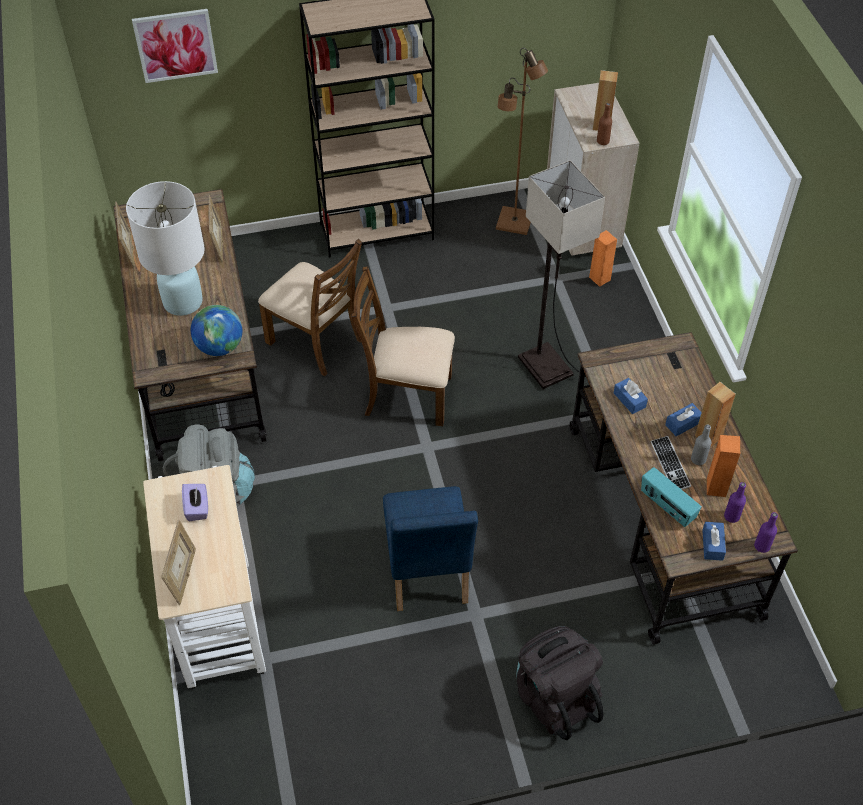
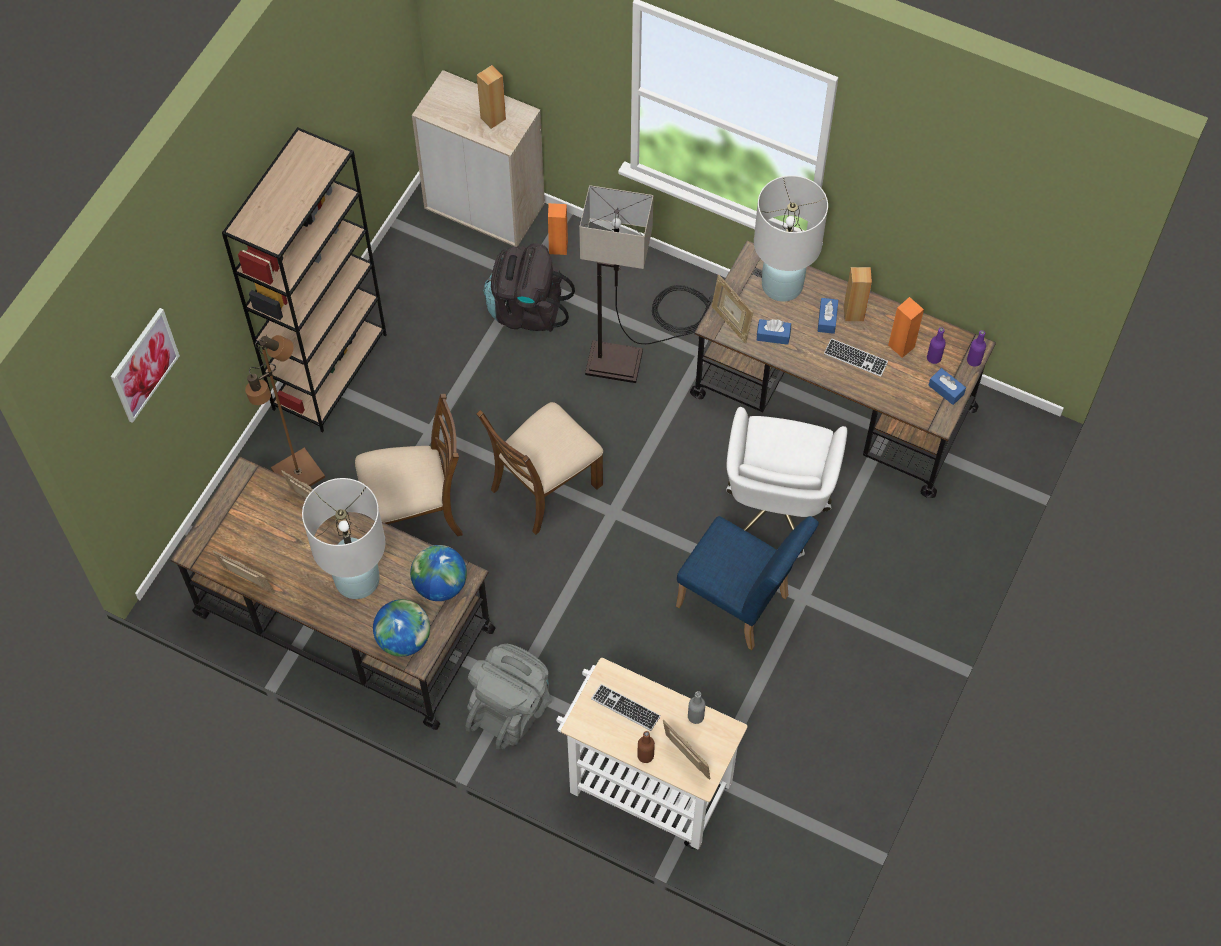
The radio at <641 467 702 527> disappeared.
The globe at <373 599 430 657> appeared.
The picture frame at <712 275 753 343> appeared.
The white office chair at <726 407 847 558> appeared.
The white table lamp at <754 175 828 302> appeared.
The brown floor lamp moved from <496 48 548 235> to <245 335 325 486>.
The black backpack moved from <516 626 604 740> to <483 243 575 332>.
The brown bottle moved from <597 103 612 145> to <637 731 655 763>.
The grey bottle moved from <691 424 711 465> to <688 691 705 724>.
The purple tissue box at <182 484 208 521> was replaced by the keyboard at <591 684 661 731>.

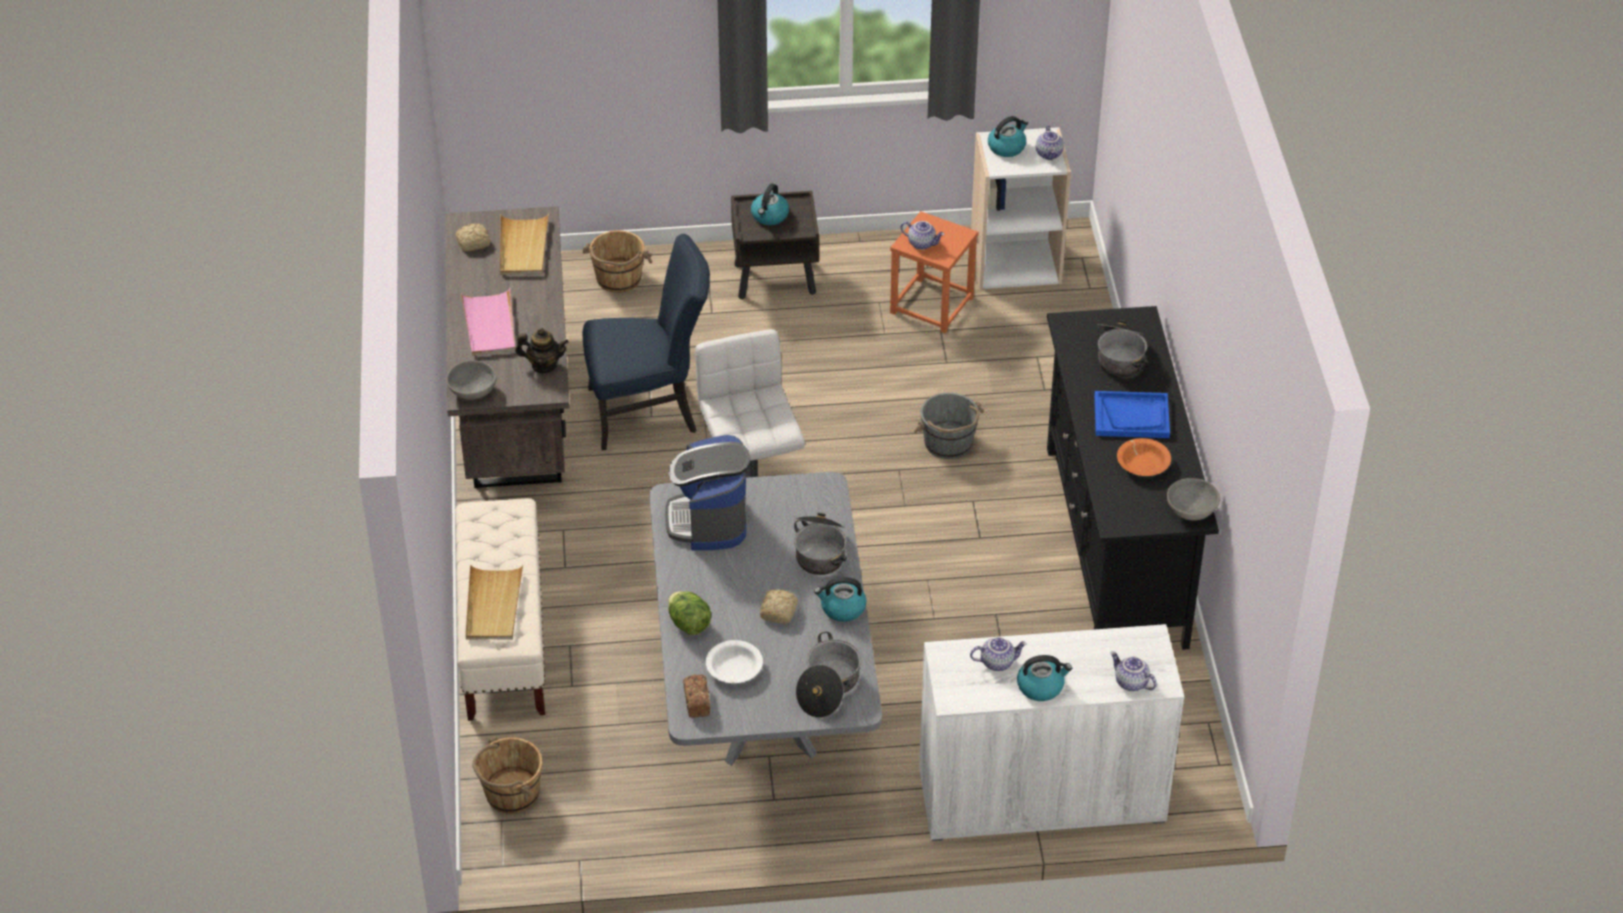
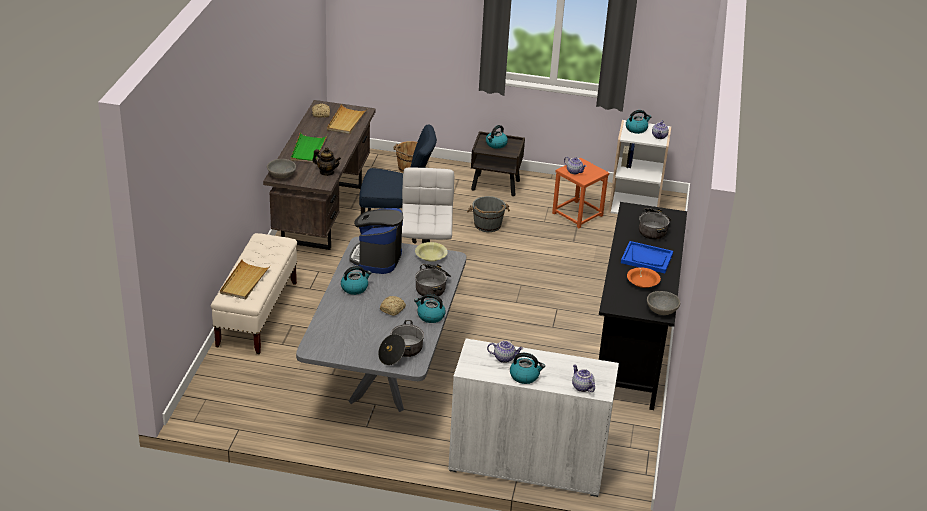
The brown bucket at <472 737 542 813> disappeared.
The lettuce at <668 592 711 635> disappeared.
The bread at <683 674 710 717> disappeared.
The white bowl at <706 640 763 683> disappeared.
The kettle at <341 266 371 295> appeared.
The yellow bowl at <415 242 448 262> appeared.
The grey bucket moved from <914 393 984 459> to <467 196 510 232>.
The pink tray at <461 288 515 356> became the green tray at <291 132 328 163>.

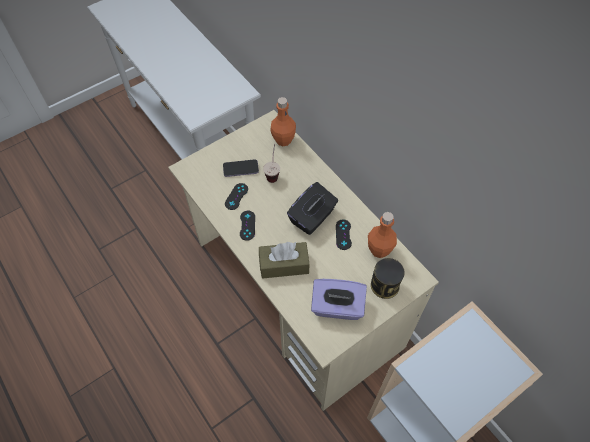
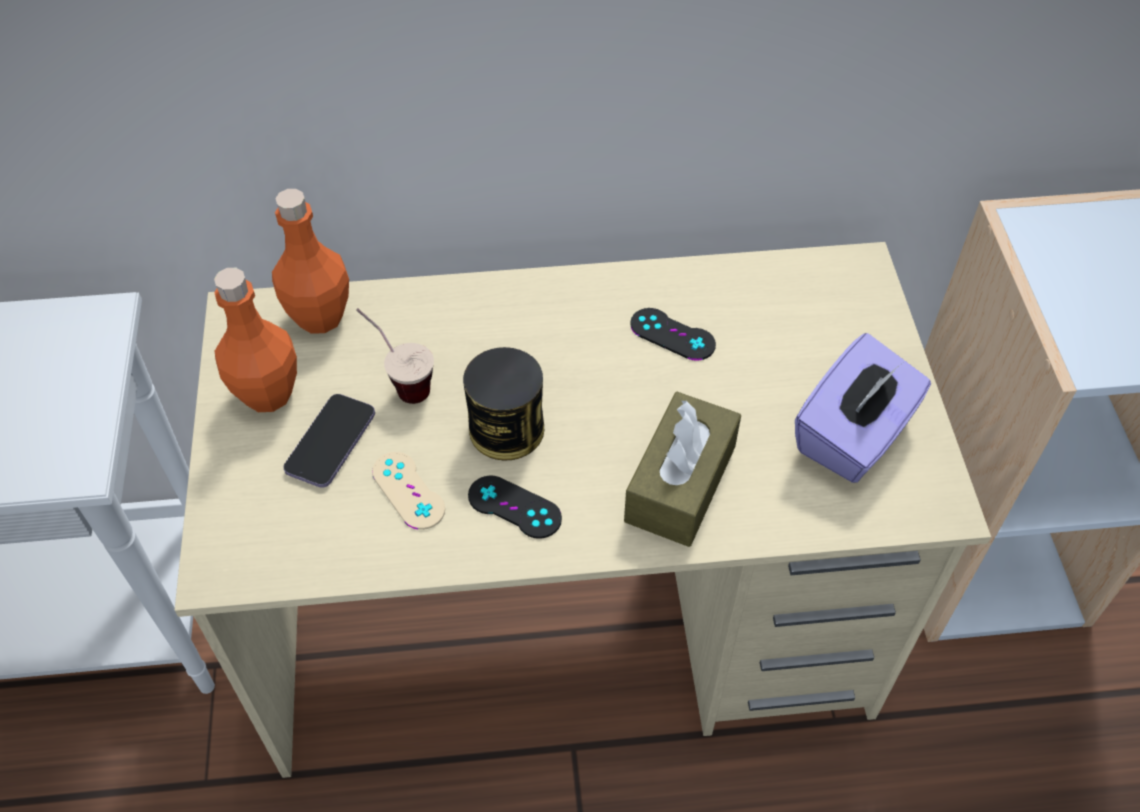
The black tissue box at <287 182 338 235> disappeared.
The orange bottle moved from <368 212 397 258> to <214 268 297 412>.
The can moved from <371 258 405 299> to <463 347 544 461>.
The black game controller at <225 183 248 210> became the beige game controller at <372 452 445 530>.

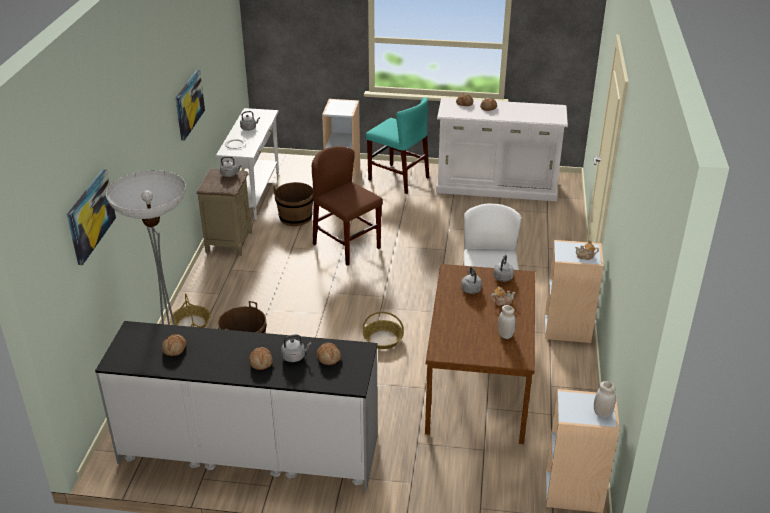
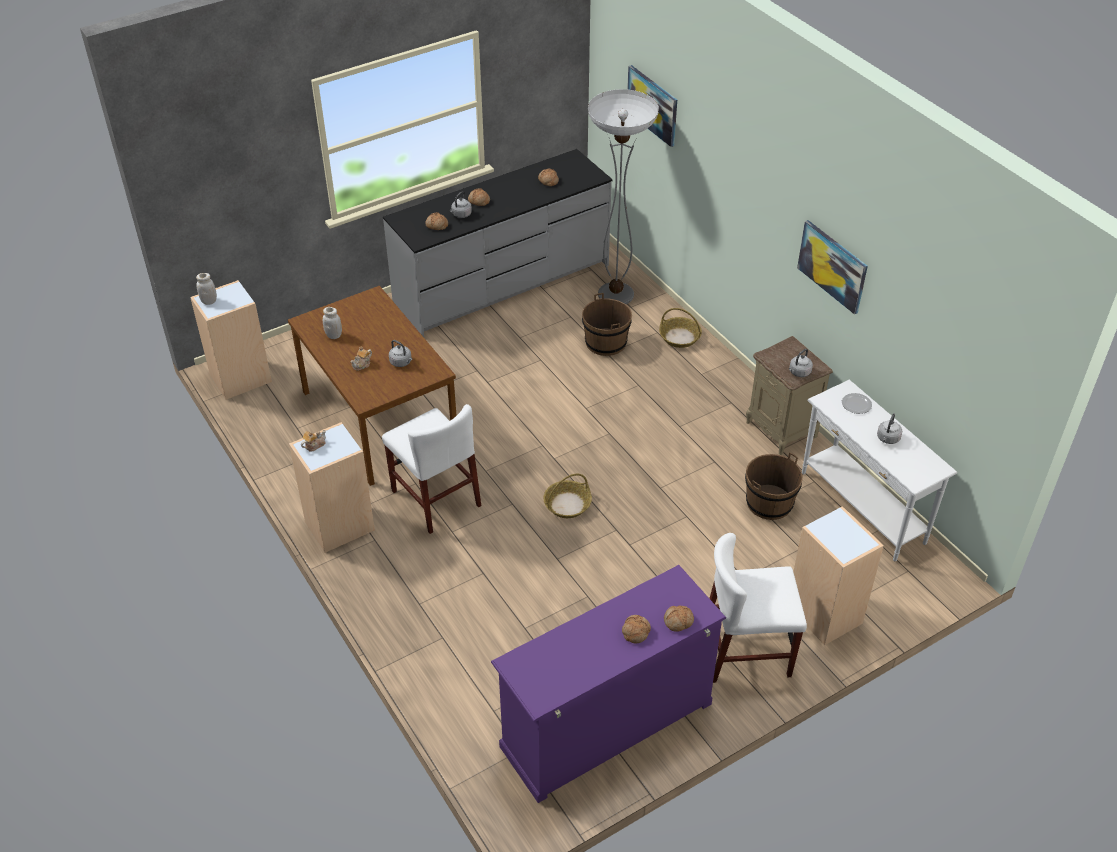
The brown chair at <312 146 383 266> disappeared.
The grey kettle at <493 255 514 282> disappeared.
The basket moved from <363 312 404 349> to <543 473 592 518>.
The turquoise chair at <366 97 429 194> became the white chair at <709 533 807 683>.
The white cabinet at <436 98 568 201> became the purple cabinet at <491 565 726 803>.

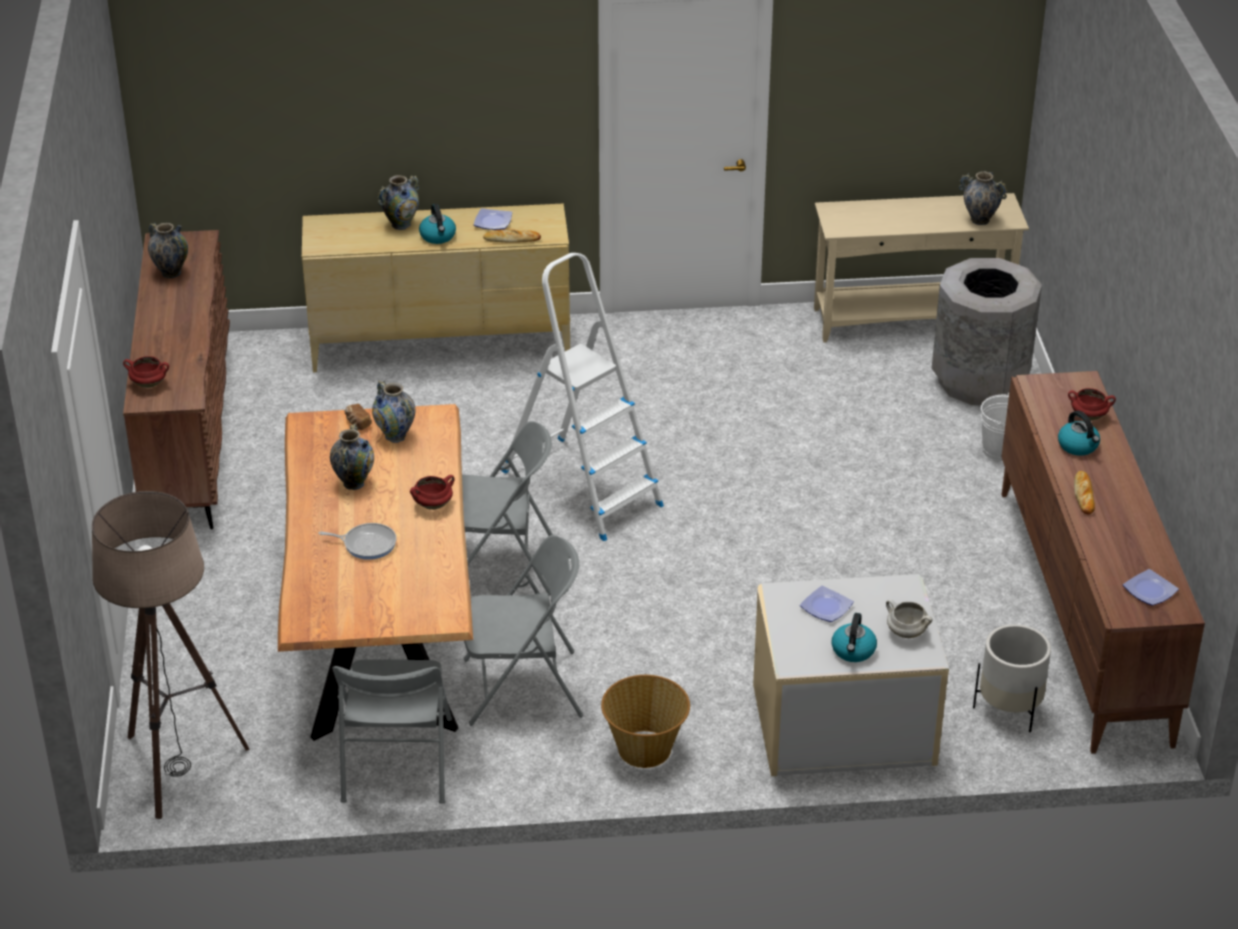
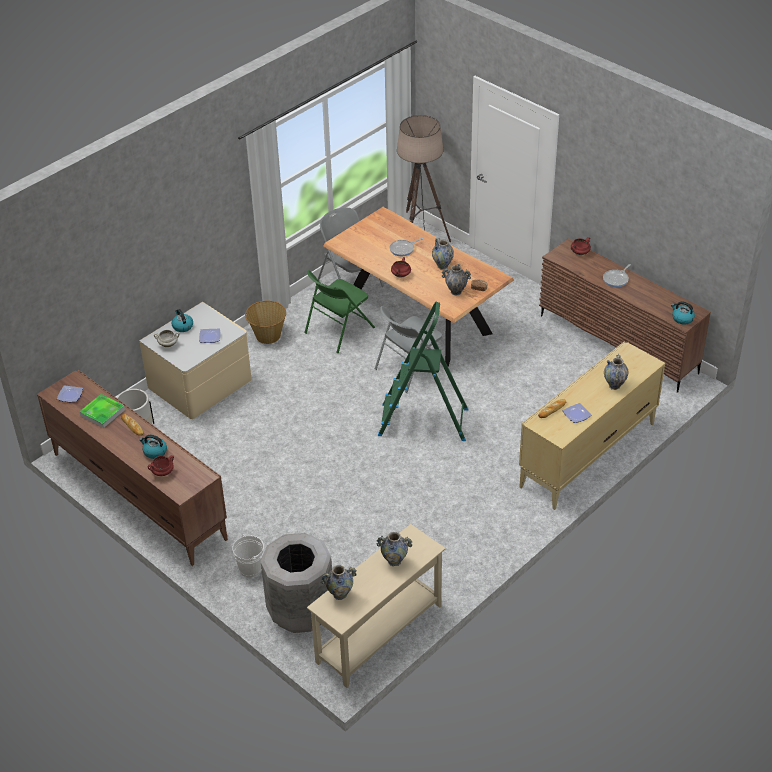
The tray at <79 394 125 428> appeared.
The frying pan at <603 264 630 287> appeared.
The vase moved from <148 222 188 278> to <377 532 412 566>.
The kettle moved from <419 204 456 244> to <671 301 695 325>.
The grey chair at <464 535 583 726> became the green chair at <304 270 375 354>.
The white step ladder at <501 253 664 541> became the green step ladder at <378 302 469 441>.

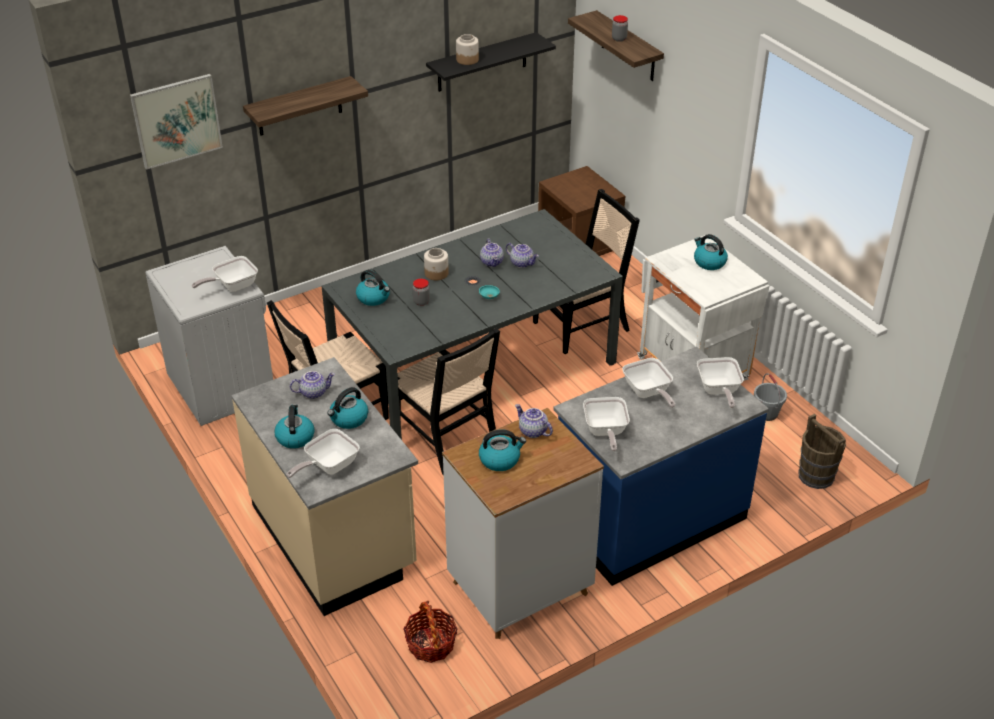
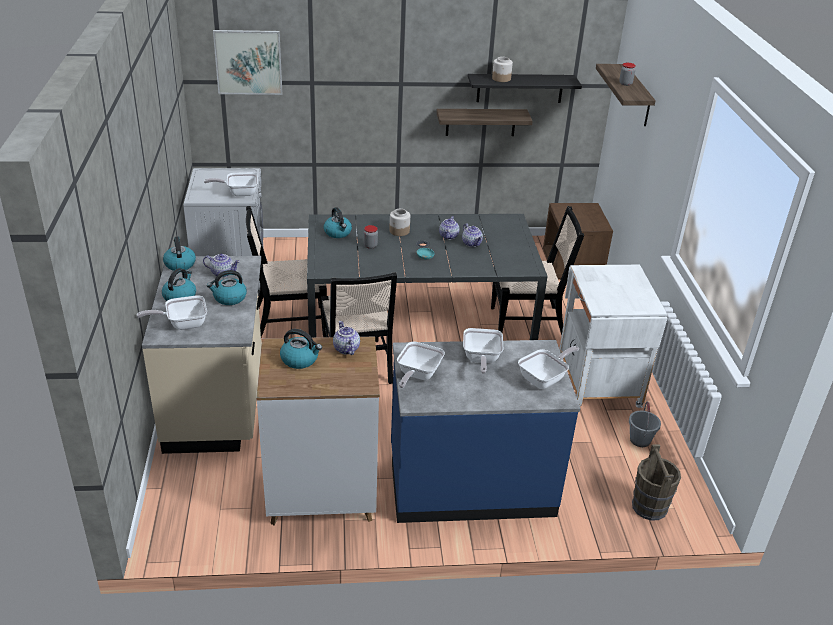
The basket at <403 601 458 663> disappeared.
The shelf moved from <243 76 368 136> to <436 109 533 136>.
The kettle moved from <694 234 728 270> to <163 237 196 271>.
The frying pan at <697 357 744 408> turned 150 degrees counterclockwise.

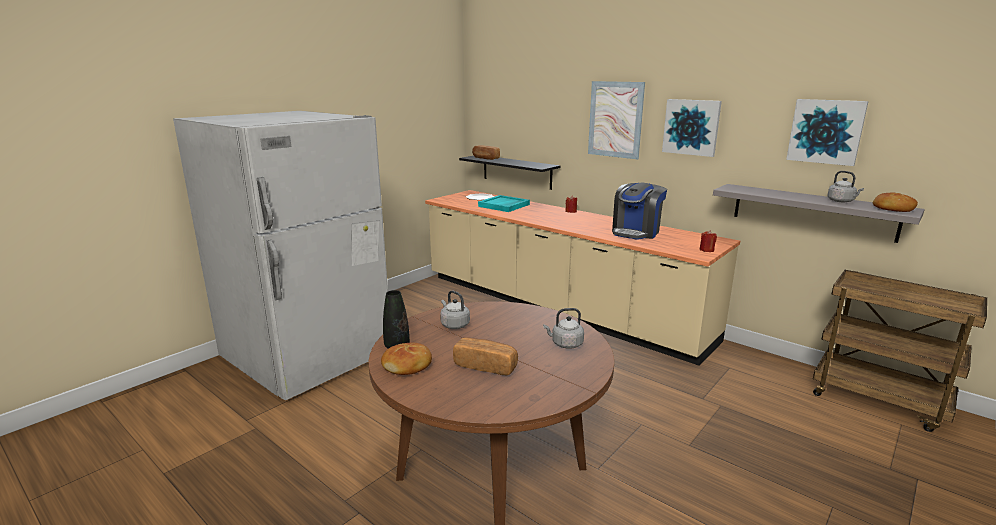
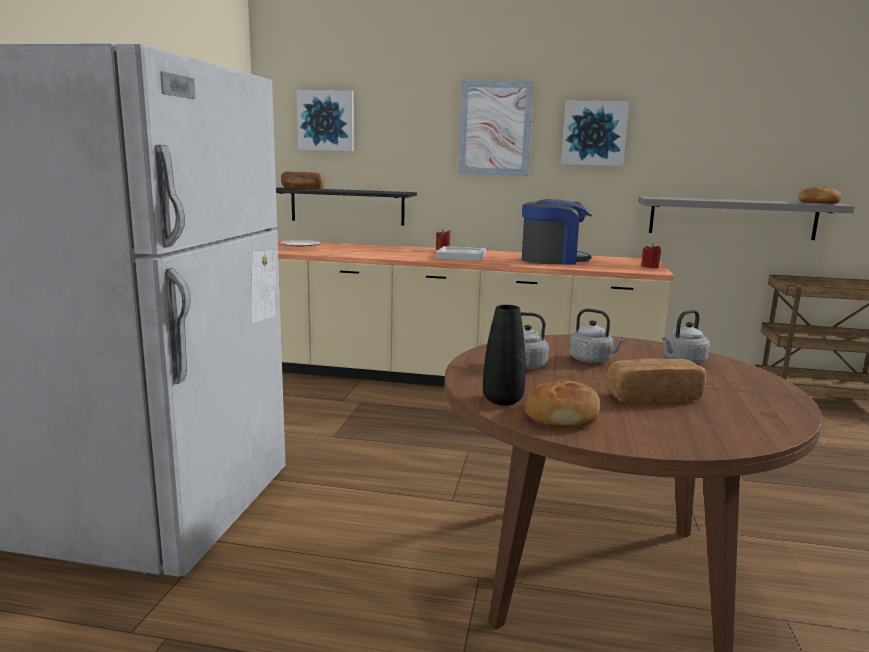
The turquoise tray at <478 195 530 212> disappeared.
The white tray at <436 246 486 261> appeared.
The picture moved from <786 99 869 166> to <297 90 354 151>.
The grey kettle moved from <828 171 864 202> to <569 309 626 363>.
The coffee machine at <612 183 667 240> turned 105 degrees counterclockwise.

